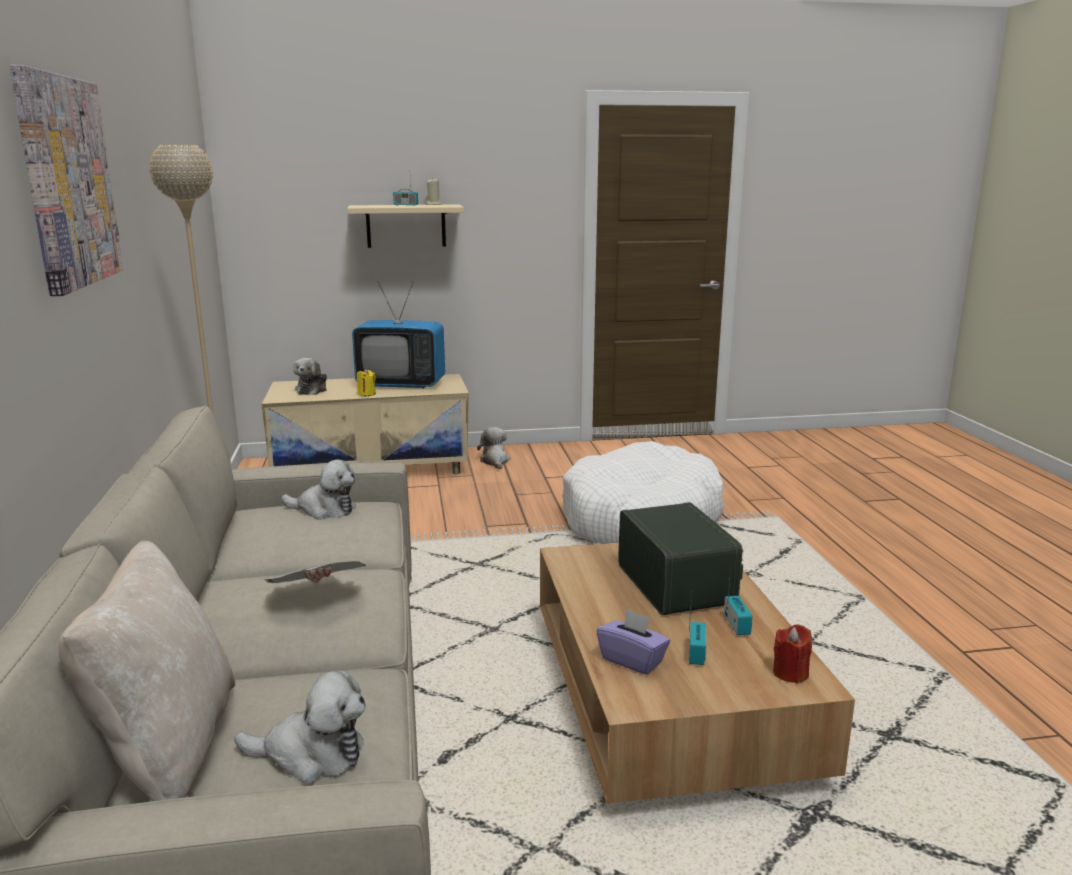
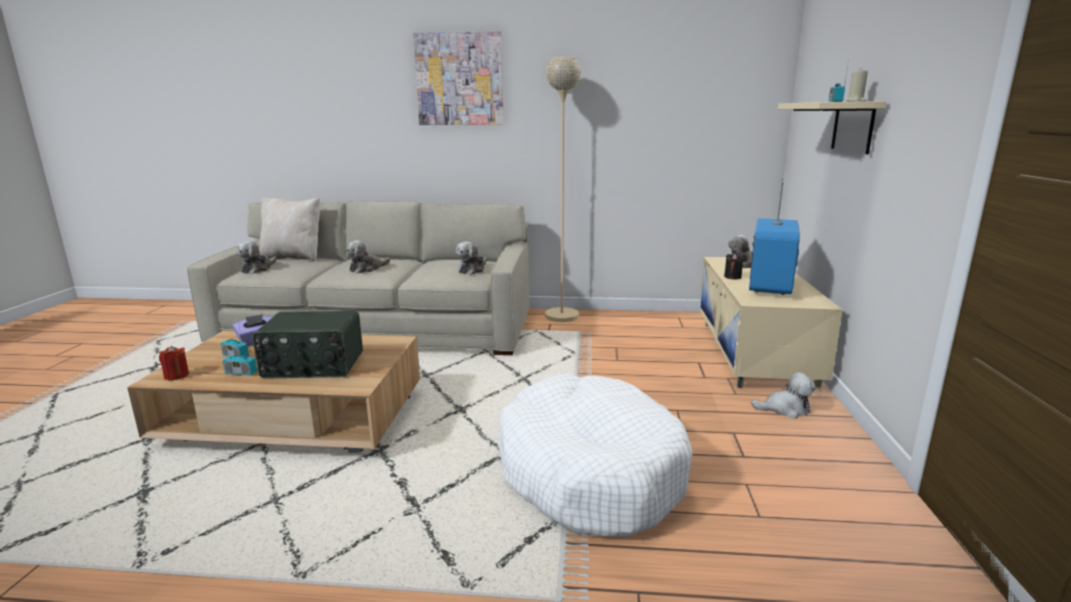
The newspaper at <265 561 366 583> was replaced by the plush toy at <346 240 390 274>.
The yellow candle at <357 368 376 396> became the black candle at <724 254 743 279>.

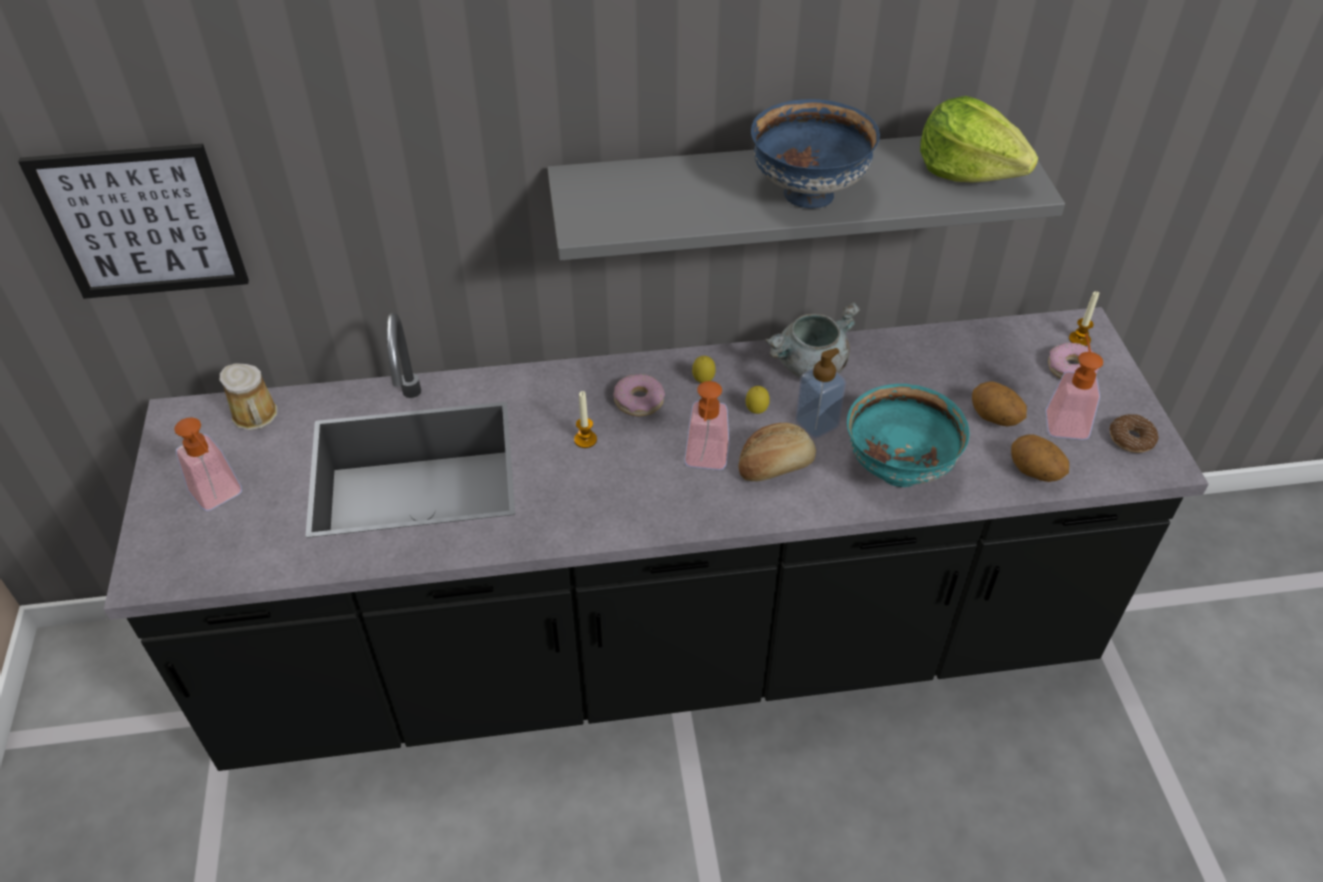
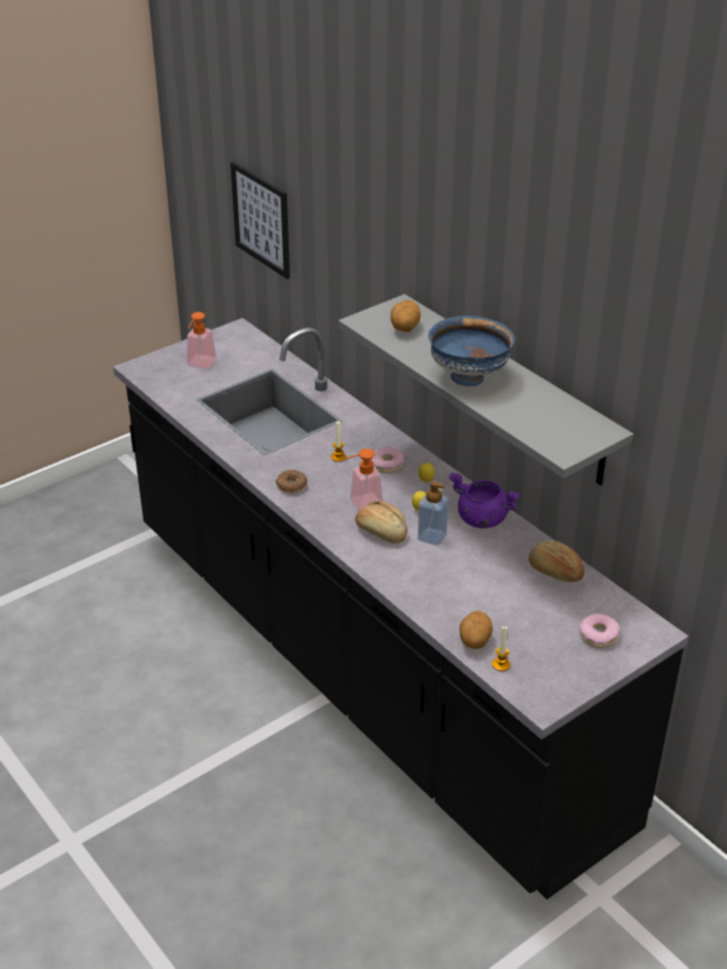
The mug at <220 363 277 430> disappeared.
The turquoise bowl at <847 384 970 487> disappeared.
The lettuce at <920 96 1038 183> disappeared.
The soap dispenser at <1045 333 1103 440> disappeared.
The bread at <529 540 584 582> appeared.
The potato moved from <972 382 1027 426> to <391 300 421 332>.
The candle moved from <1069 291 1099 346> to <492 626 510 671>.
The donut moved from <1109 414 1158 453> to <276 470 307 493>.
The grey cooking pot at <765 302 860 378> became the purple cooking pot at <449 472 521 528>.

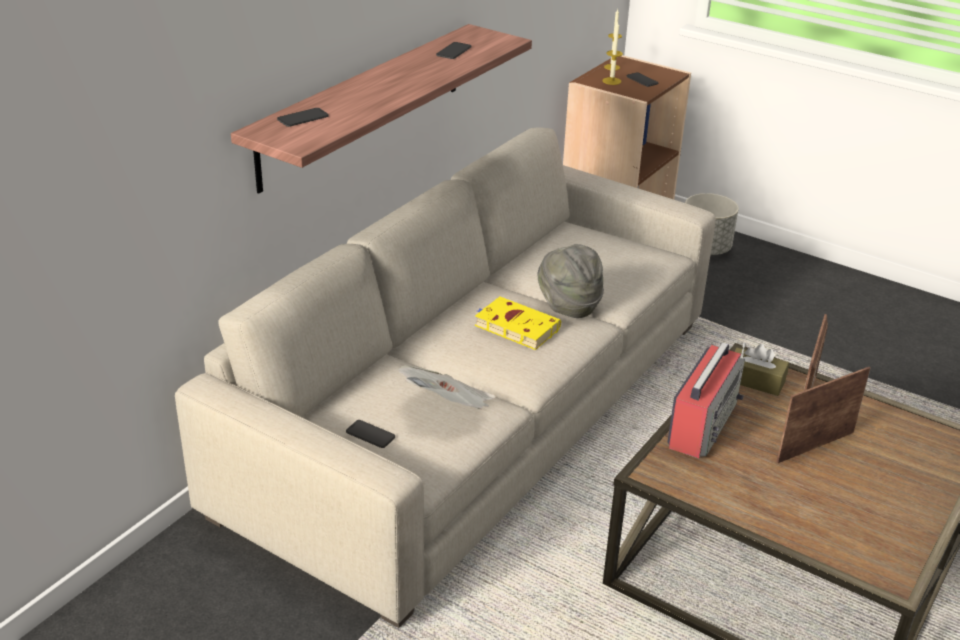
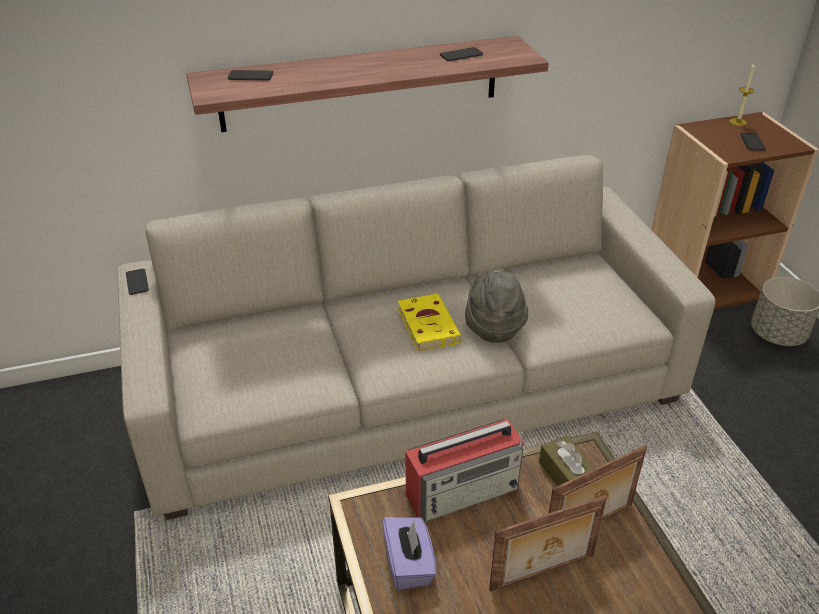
The newspaper at <398 365 496 410> disappeared.
The candle at <603 22 623 85> disappeared.
The purple tissue box at <382 517 437 590> appeared.
The phone moved from <346 420 395 448> to <126 269 149 295>.
The picture frame at <777 367 871 463> turned 150 degrees clockwise.

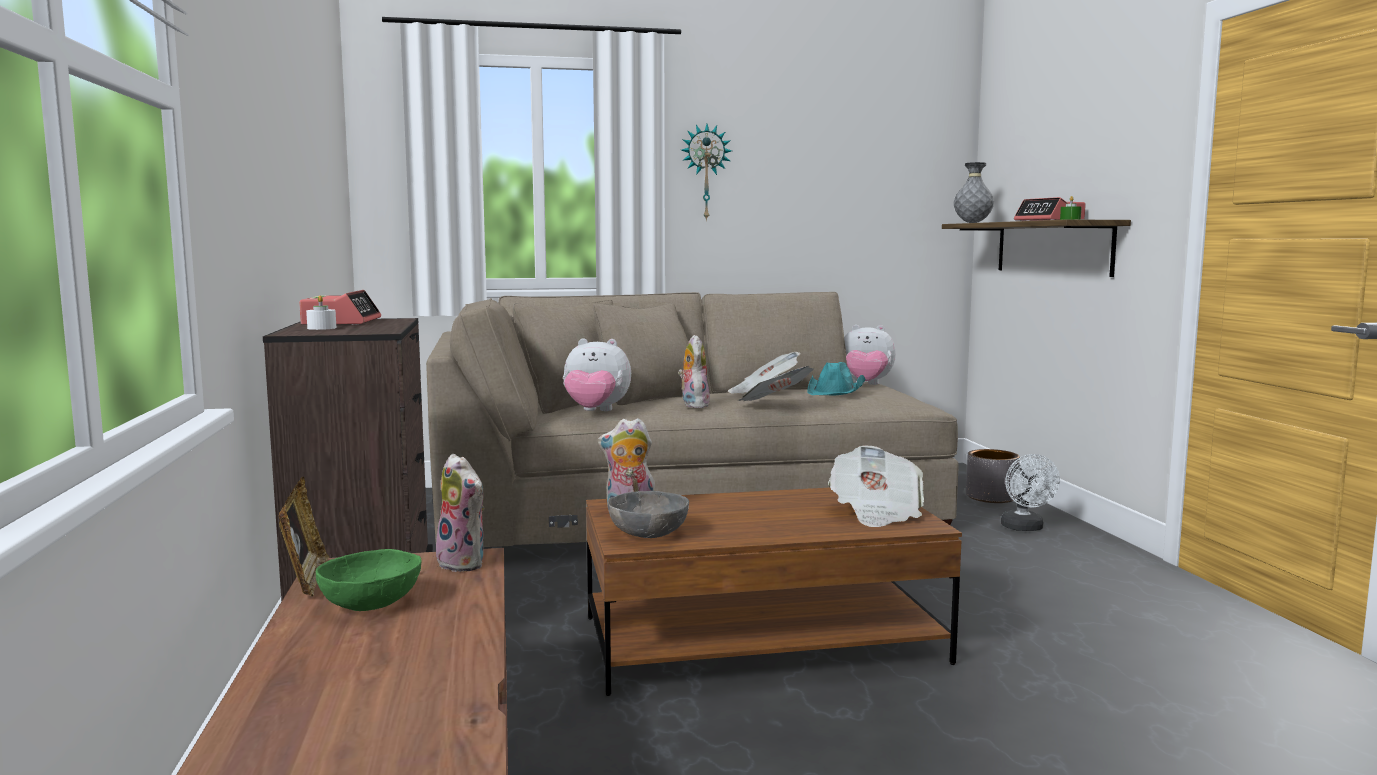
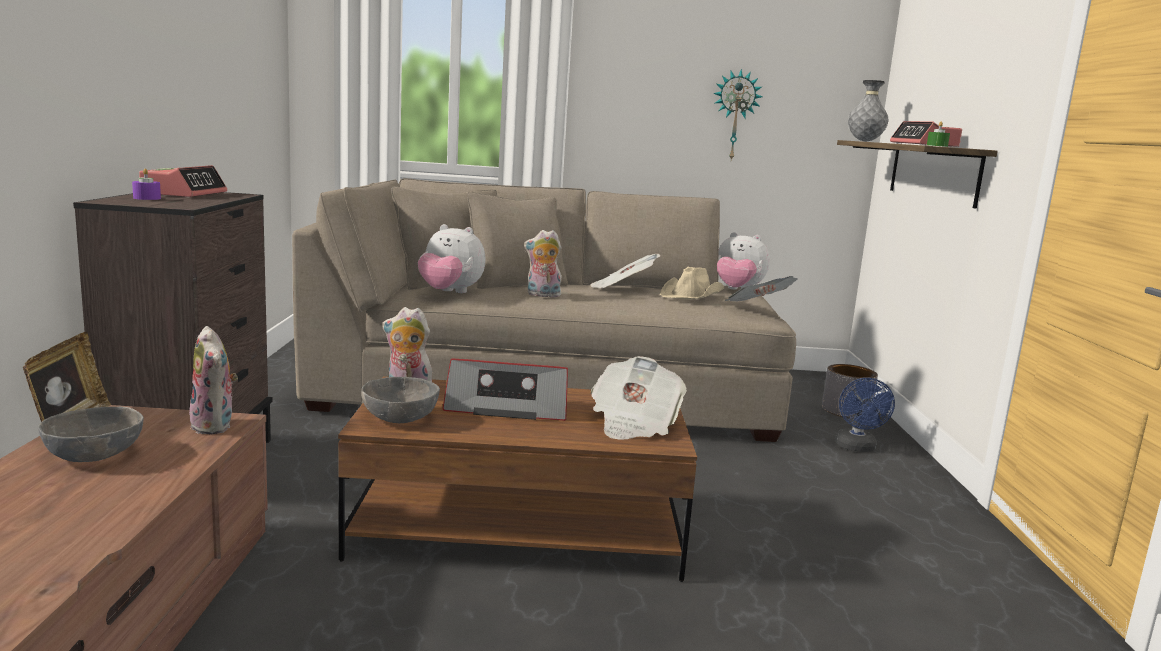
The radio at <443 359 568 421> appeared.
The wall clock moved from <681 124 732 221> to <713 69 763 160>.
The newspaper moved from <738 366 814 401> to <724 276 798 302>.
The white candle at <306 295 336 330> became the purple candle at <132 168 161 200>.
The green bowl at <315 549 422 611> became the grey bowl at <38 407 144 462>.
The turquoise hat at <807 362 865 395> became the beige hat at <660 267 724 300>.
The white fan at <1001 454 1060 531> became the blue fan at <835 378 895 452>.
The plush toy at <678 335 710 408> turned 90 degrees counterclockwise.

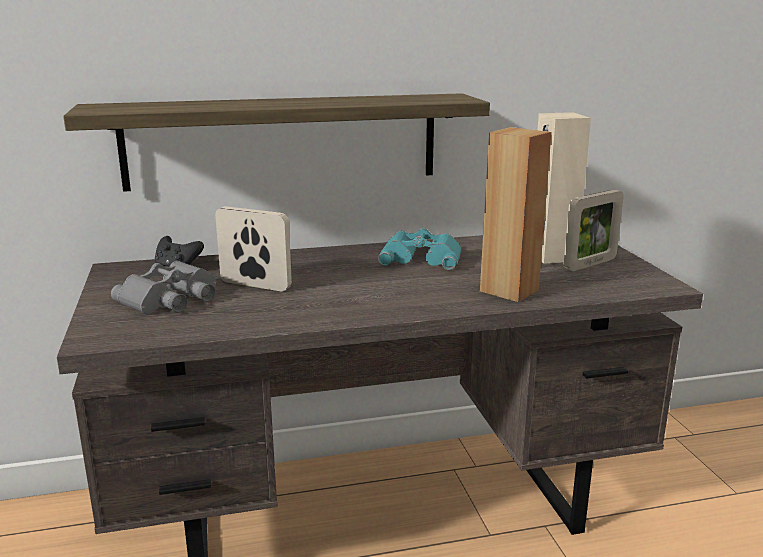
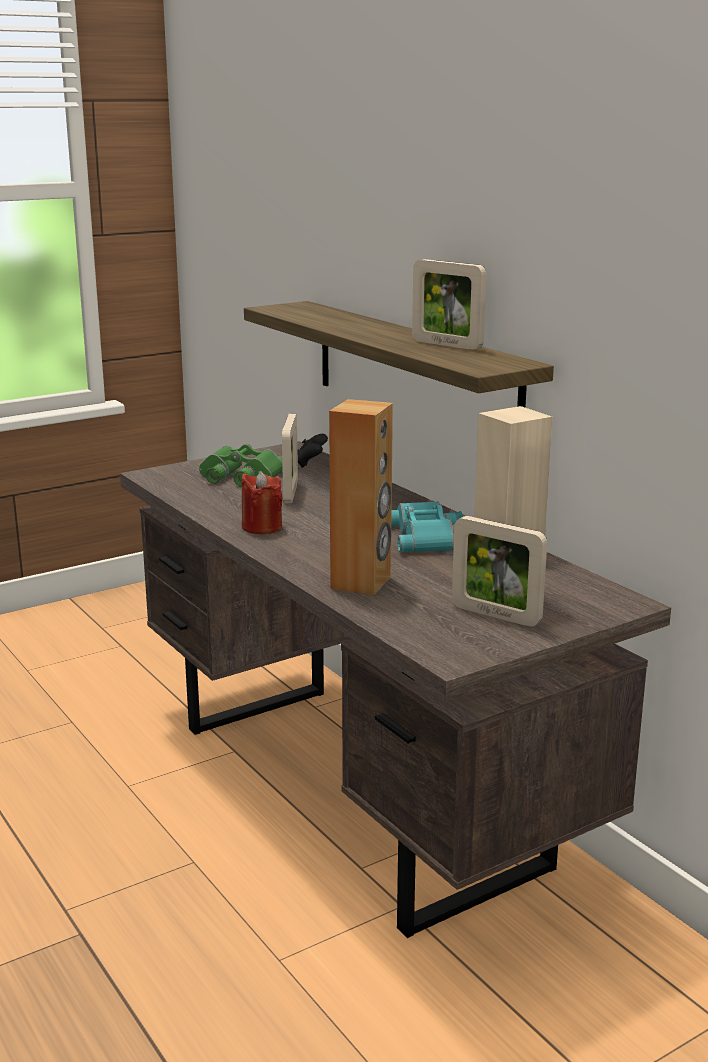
The red candle at <242 471 283 534> appeared.
The picture frame at <412 259 486 350> appeared.
The grey binoculars at <111 261 216 314> became the green binoculars at <199 444 283 487>.

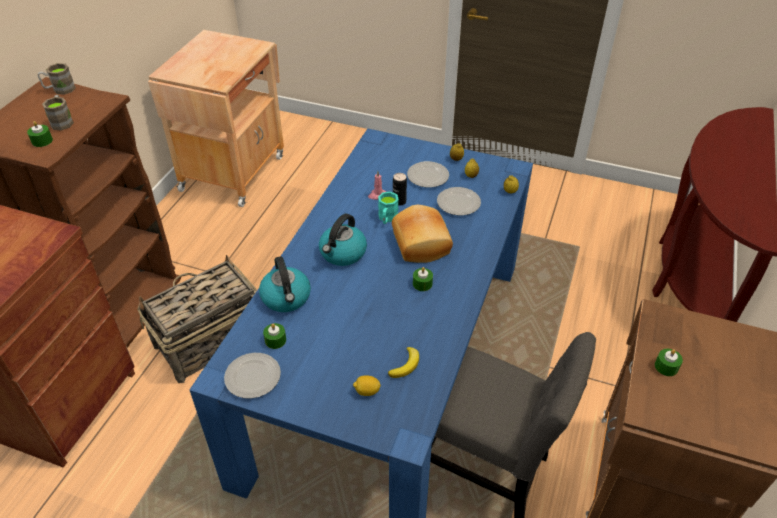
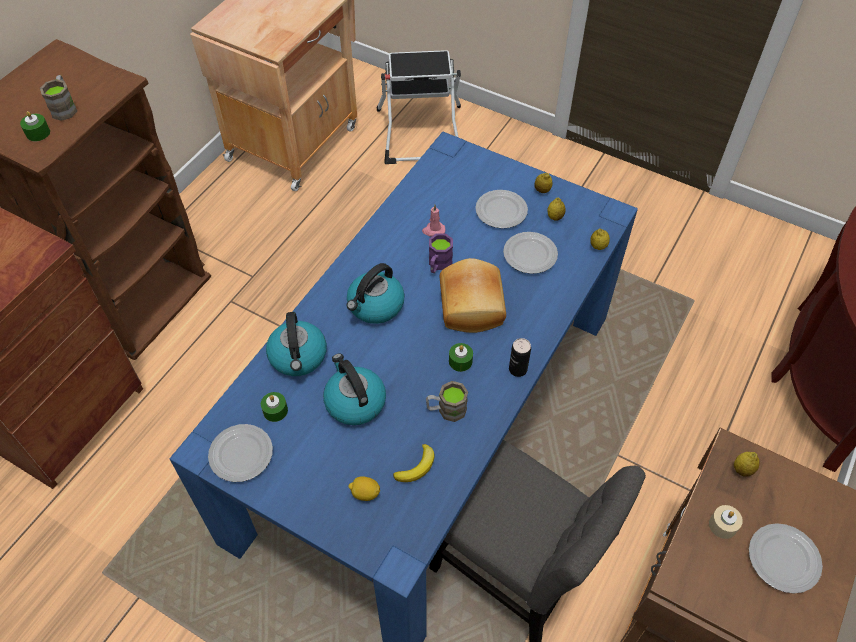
The basket at <137 255 257 383> disappeared.
The kettle at <323 354 386 425> appeared.
The step ladder at <377 50 461 164> appeared.
The lemon at <734 452 760 476> appeared.
The plate at <749 523 823 594> appeared.
The brown mug moved from <38 63 76 95> to <426 381 468 422>.
The can moved from <393 173 407 206> to <509 338 531 377>.
The turquoise mug at <378 191 399 224> became the purple mug at <429 233 453 273>.
The green candle at <655 349 683 376> became the beige candle at <709 505 743 539>.

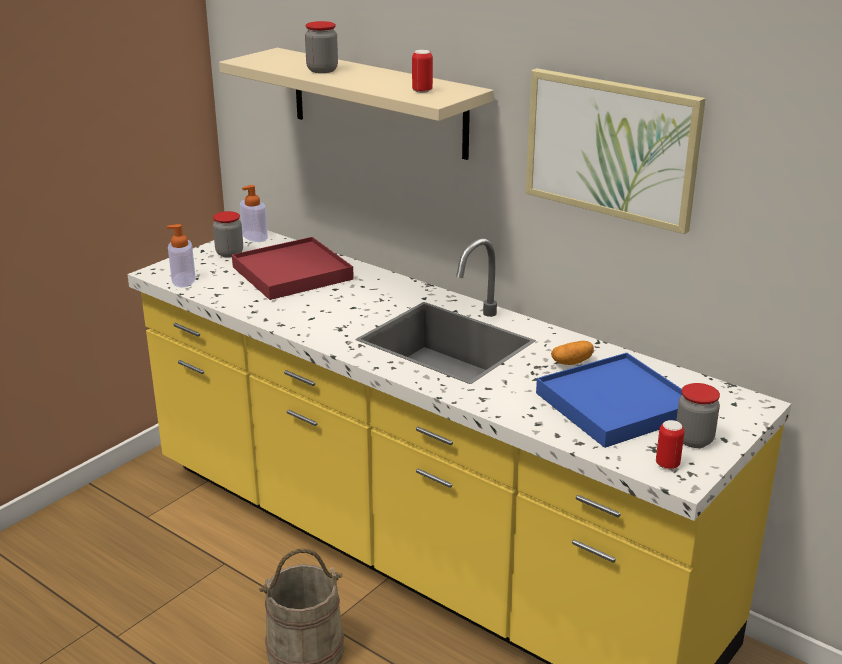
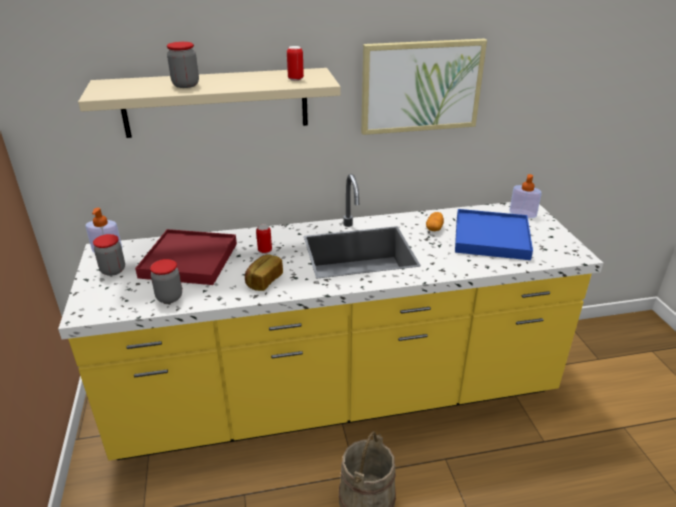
The bread at <245 255 283 291> appeared.
The soap dispenser moved from <167 224 196 287> to <509 174 542 218>.
The can moved from <656 420 684 470> to <256 225 272 254>.
The jar moved from <676 383 720 448> to <150 259 182 304>.

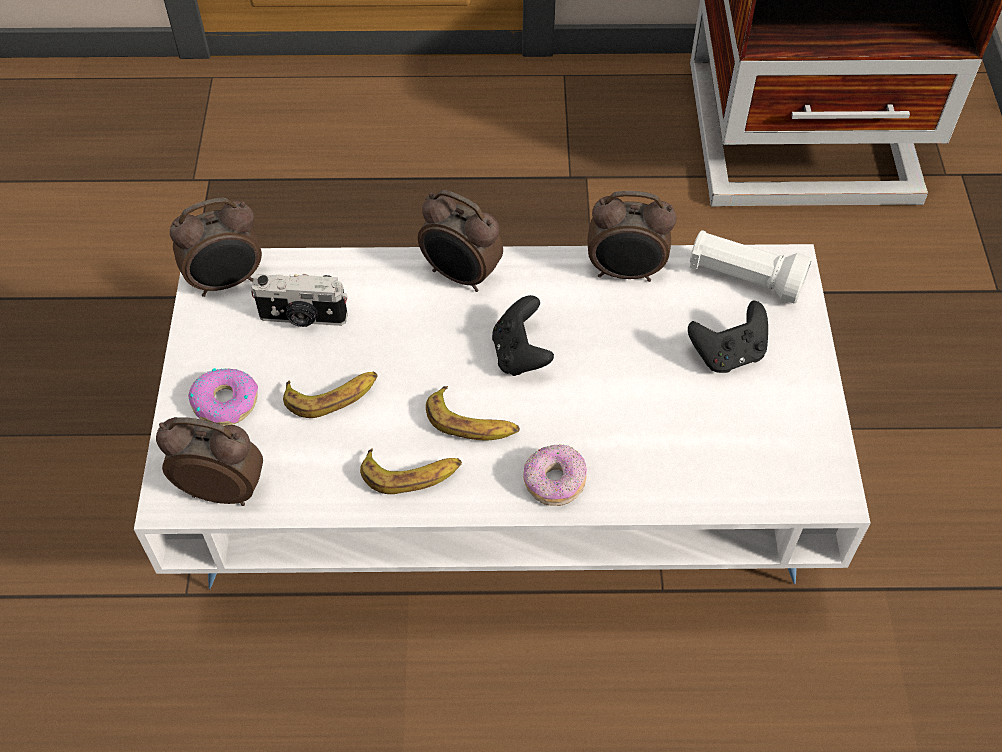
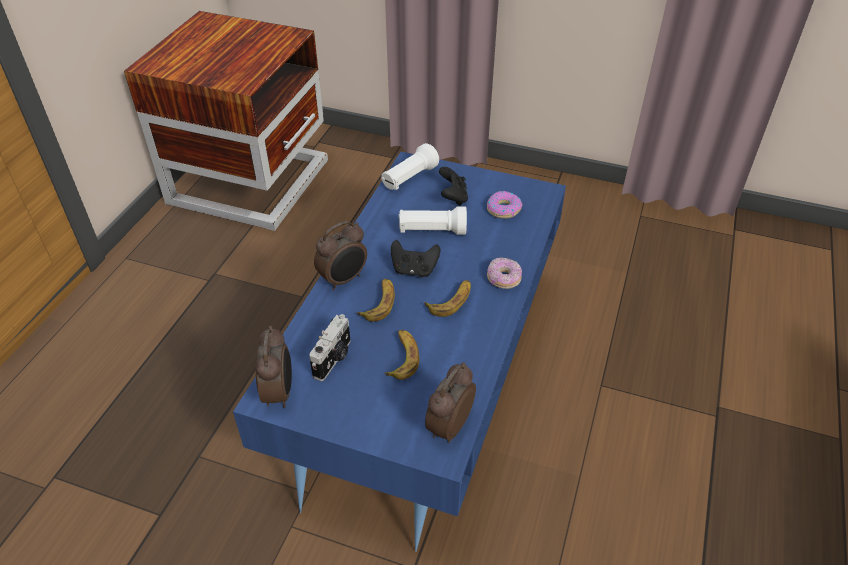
The alarm clock at <588 191 677 282> disappeared.
The white flashlight at <399 206 467 235> appeared.
The donut moved from <188 368 258 426> to <487 191 522 219>.
The banana moved from <360 448 462 494> to <357 279 395 322>.
The white coffee table at <134 244 870 590> became the blue coffee table at <233 152 566 553>.

